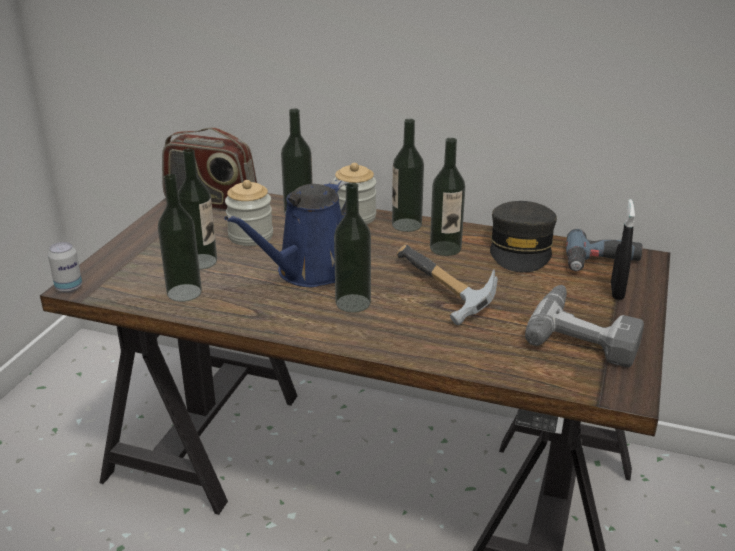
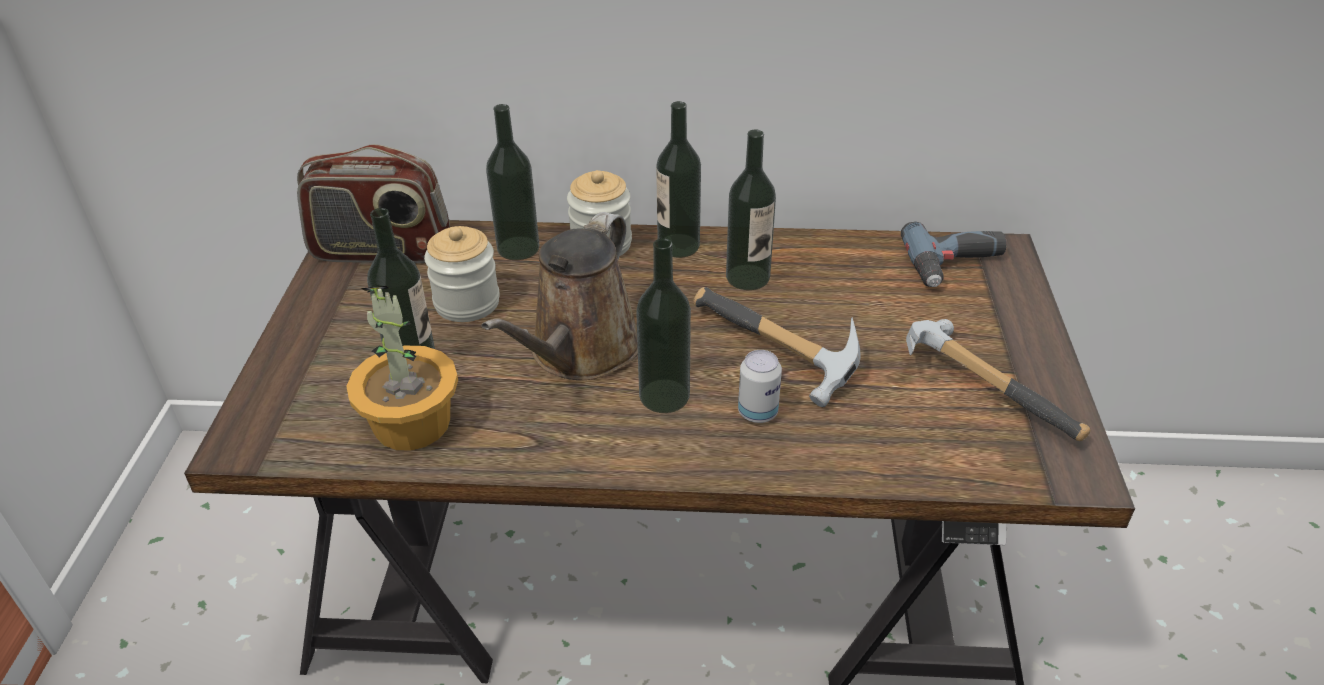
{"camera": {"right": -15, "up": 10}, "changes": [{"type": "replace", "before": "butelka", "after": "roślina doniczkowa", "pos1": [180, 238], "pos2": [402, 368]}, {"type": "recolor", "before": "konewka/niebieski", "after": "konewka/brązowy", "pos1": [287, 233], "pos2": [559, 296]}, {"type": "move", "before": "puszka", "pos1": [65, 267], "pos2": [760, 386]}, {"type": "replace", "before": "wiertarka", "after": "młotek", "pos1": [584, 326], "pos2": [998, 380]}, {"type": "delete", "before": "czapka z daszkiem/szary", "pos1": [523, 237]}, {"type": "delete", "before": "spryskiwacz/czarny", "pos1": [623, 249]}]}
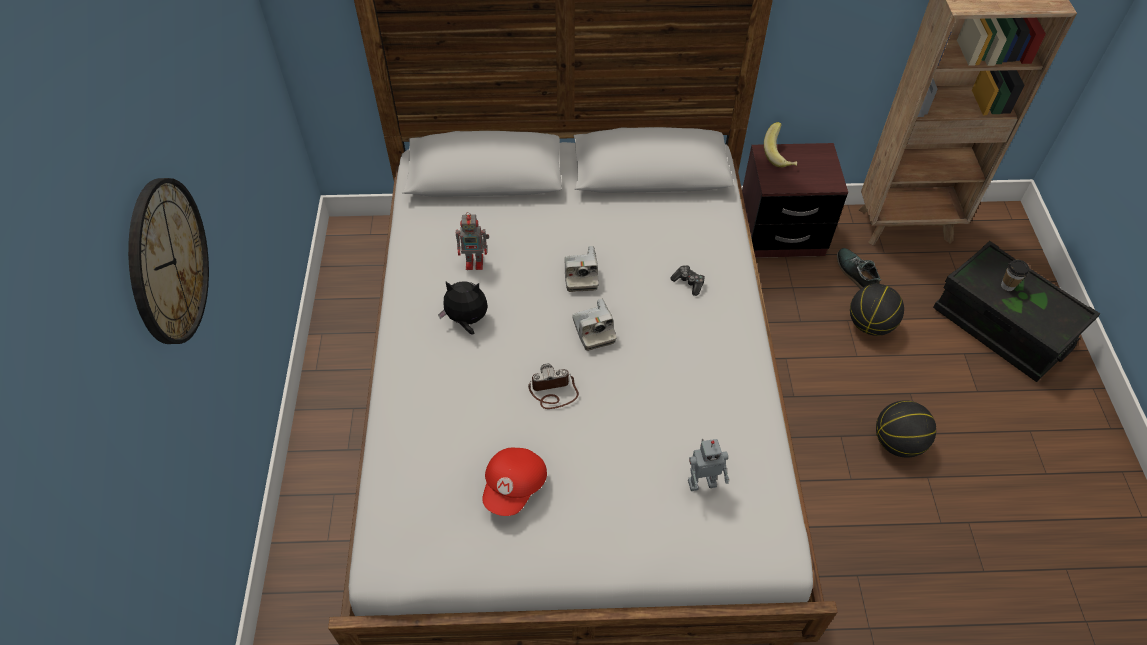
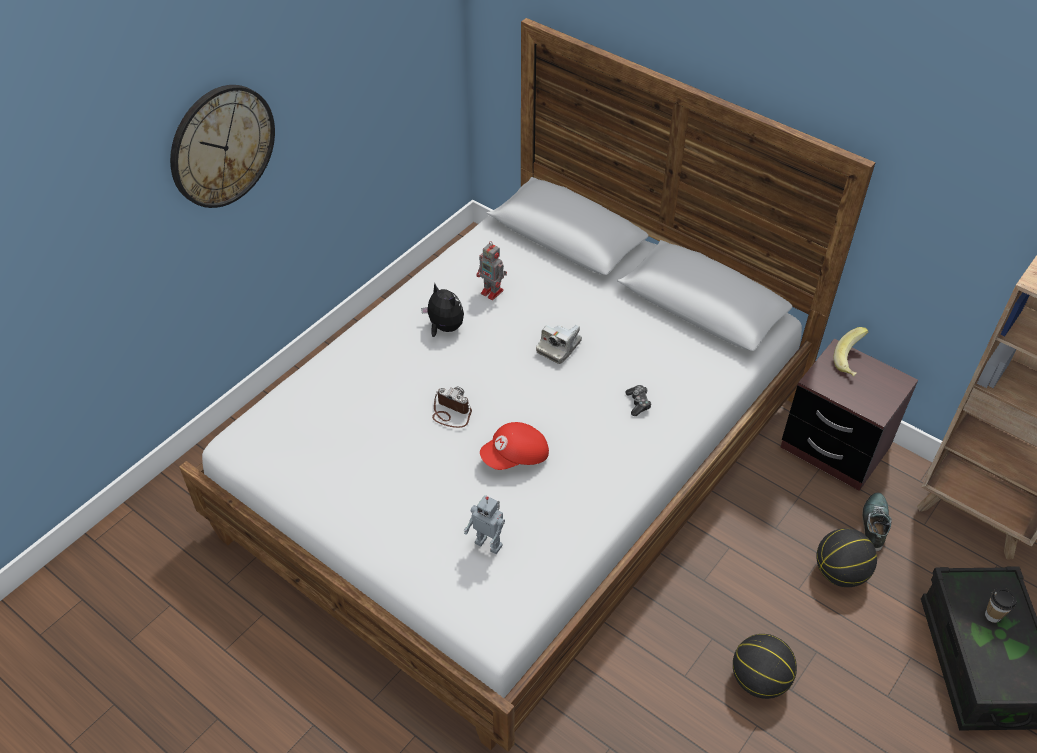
{"camera": {"right": 40, "up": -5}, "changes": [{"type": "move", "before": "czapka z daszkiem/czerwony", "pos1": [514, 482], "pos2": [514, 446]}, {"type": "delete", "before": "aparat fotograficzny", "pos1": [594, 325]}]}
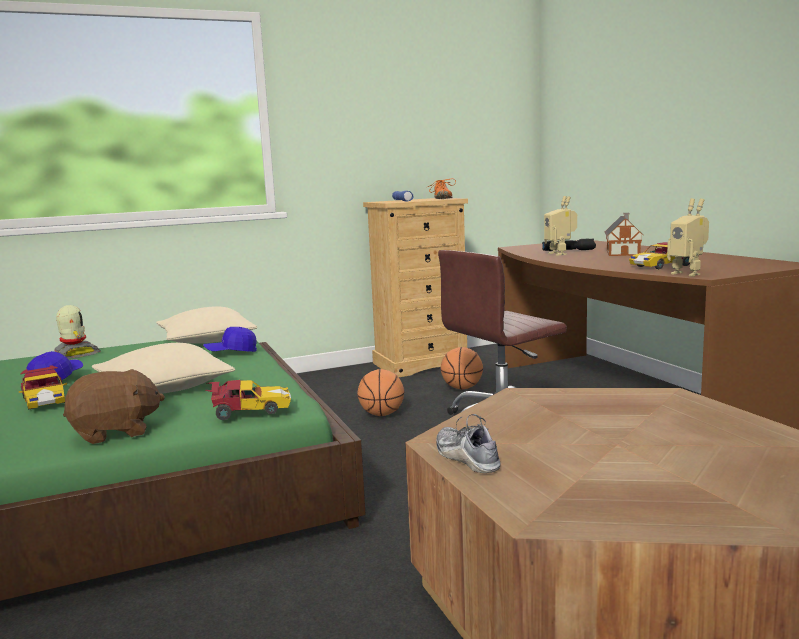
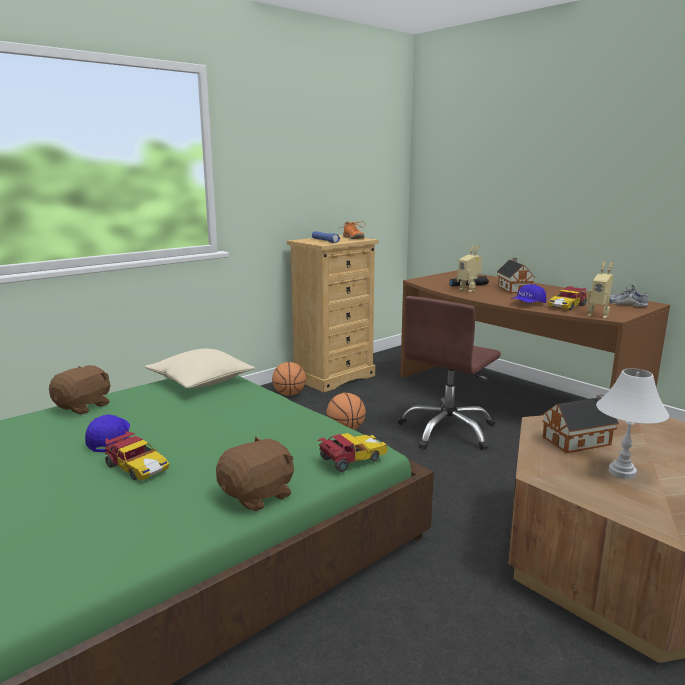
{"camera": {"right": -20, "up": 5}, "changes": [{"type": "replace", "before": "robot zabawkowy", "after": "pluszak/brązowy", "pos1": [77, 332], "pos2": [80, 389]}, {"type": "move", "before": "piłka do koszykówki", "pos1": [461, 368], "pos2": [289, 379]}, {"type": "move", "before": "czapka z daszkiem/niebieski", "pos1": [230, 339], "pos2": [528, 293]}, {"type": "insert", "after": "domek", "pos2": [580, 423]}, {"type": "insert", "after": "lampa stołowa/biały", "pos2": [632, 423]}, {"type": "move", "before": "but", "pos1": [468, 443], "pos2": [628, 295]}, {"type": "delete", "before": "poduszka/beżowy", "pos1": [163, 368]}]}
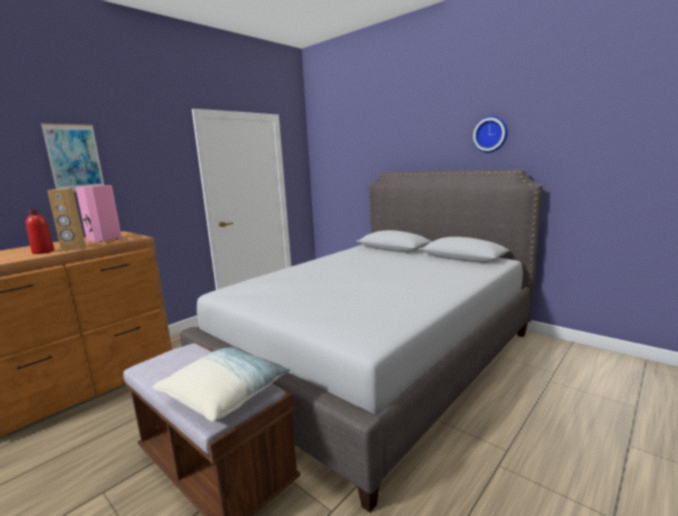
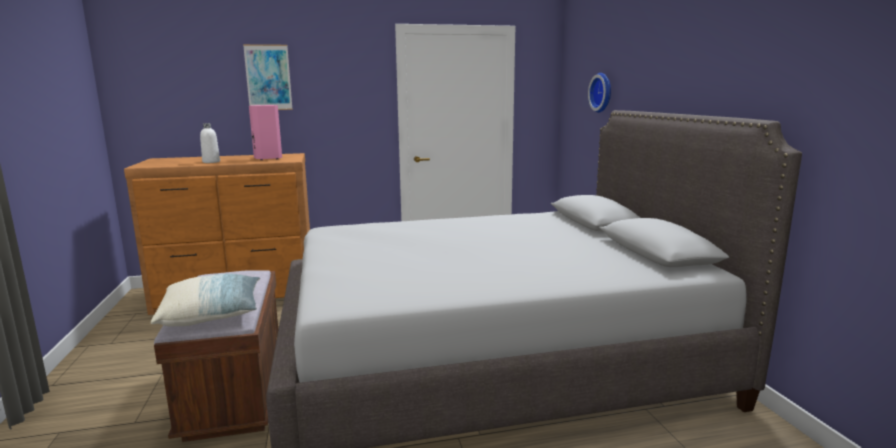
{"camera": {"right": 35, "up": 0}, "changes": [{"type": "recolor", "before": "butelka/czerwony", "after": "butelka/biały", "pos1": [40, 231], "pos2": [210, 143]}, {"type": "move", "before": "zegar ścienny", "pos1": [490, 134], "pos2": [599, 93]}, {"type": "delete", "before": "głośnik/brązowy", "pos1": [66, 219]}]}
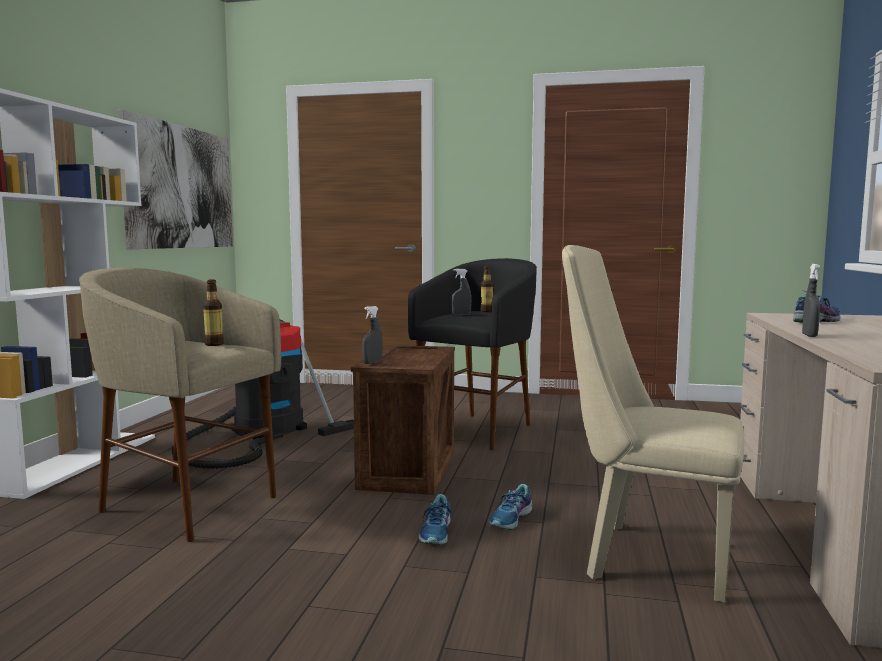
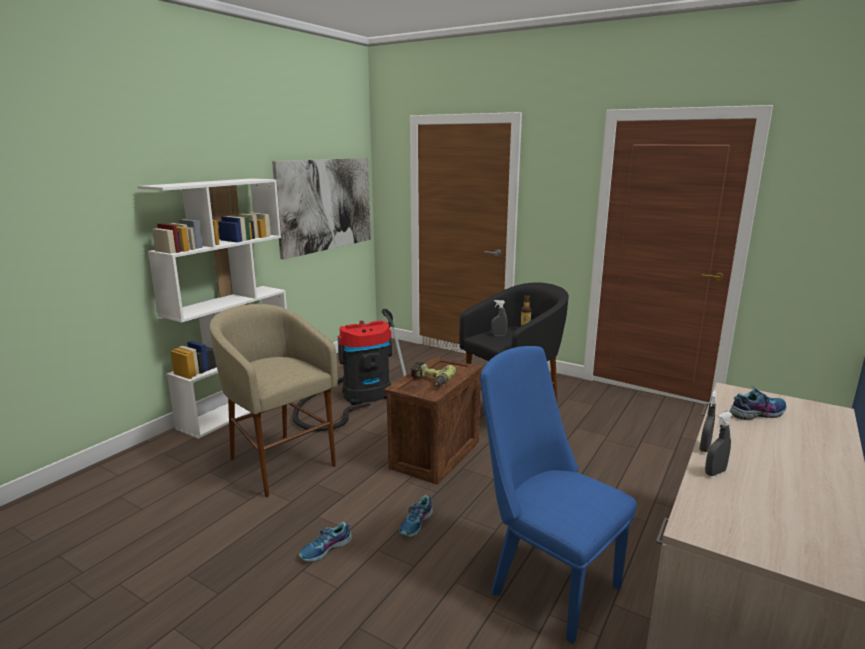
{"camera": {"right": 20, "up": 10}, "changes": [{"type": "move", "before": "but", "pos1": [510, 507], "pos2": [325, 542]}, {"type": "insert", "after": "wiertarka", "pos2": [433, 374]}, {"type": "recolor", "before": "krzesło/beżowy", "after": "krzesło/niebieski", "pos1": [653, 424], "pos2": [558, 495]}, {"type": "move", "before": "spryskiwacz/szary", "pos1": [372, 335], "pos2": [719, 444]}, {"type": "delete", "before": "butelka", "pos1": [213, 312]}]}
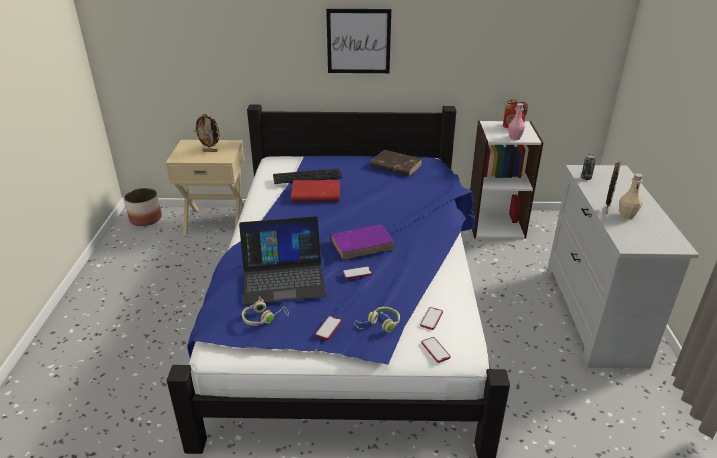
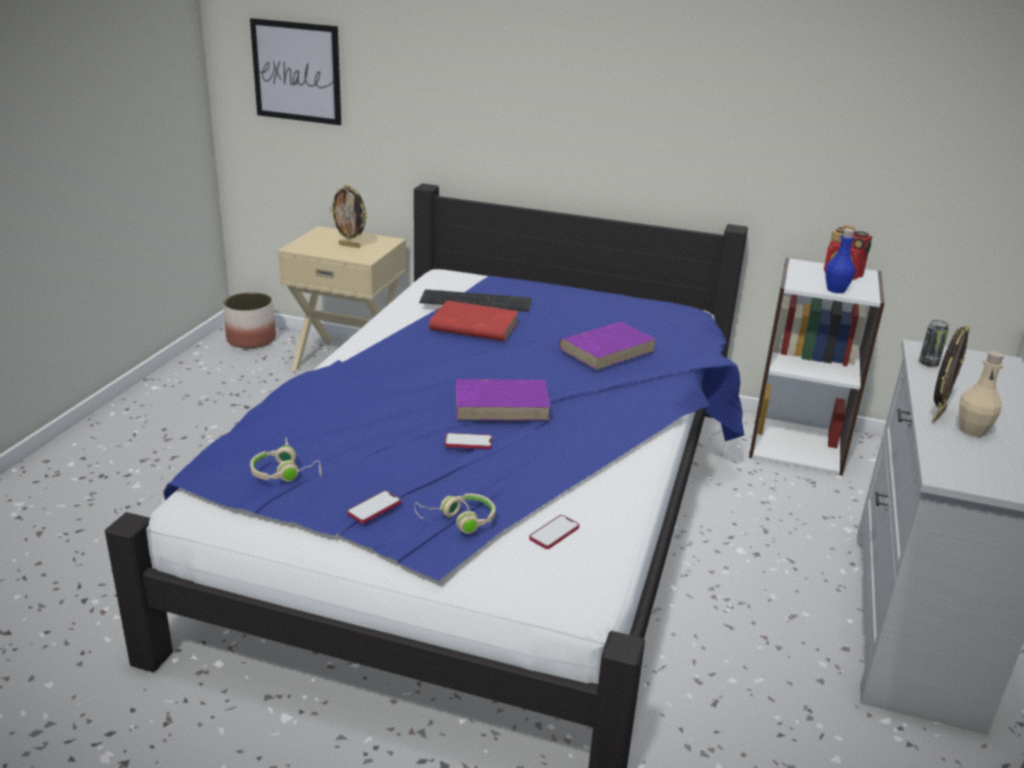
{"camera": {"right": 15, "up": -5}, "changes": [{"type": "move", "before": "obraz", "pos1": [358, 41], "pos2": [295, 71]}, {"type": "insert", "after": "książka/fioletowy", "pos2": [608, 346]}, {"type": "recolor", "before": "butelka/różowy", "after": "butelka/niebieski", "pos1": [516, 121], "pos2": [840, 261]}, {"type": "delete", "before": "laptop", "pos1": [283, 260]}, {"type": "delete", "before": "książka/brązowy", "pos1": [396, 163]}, {"type": "delete", "before": "telefon", "pos1": [436, 350]}]}
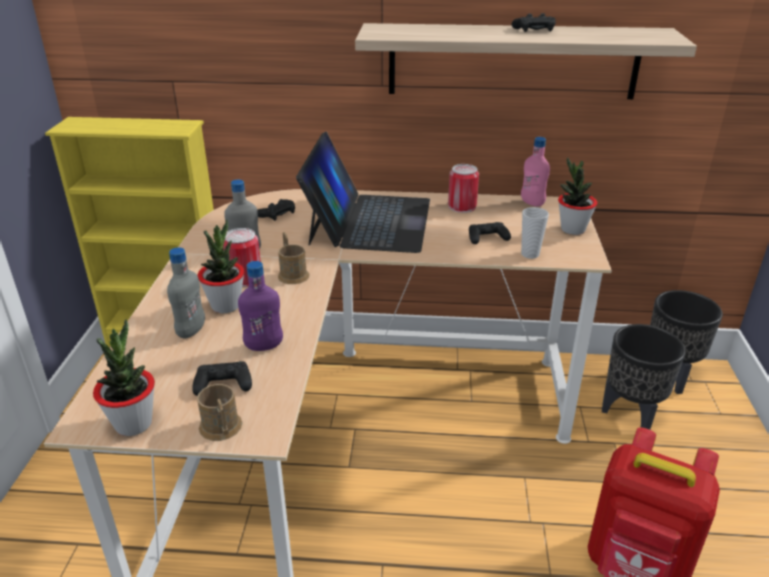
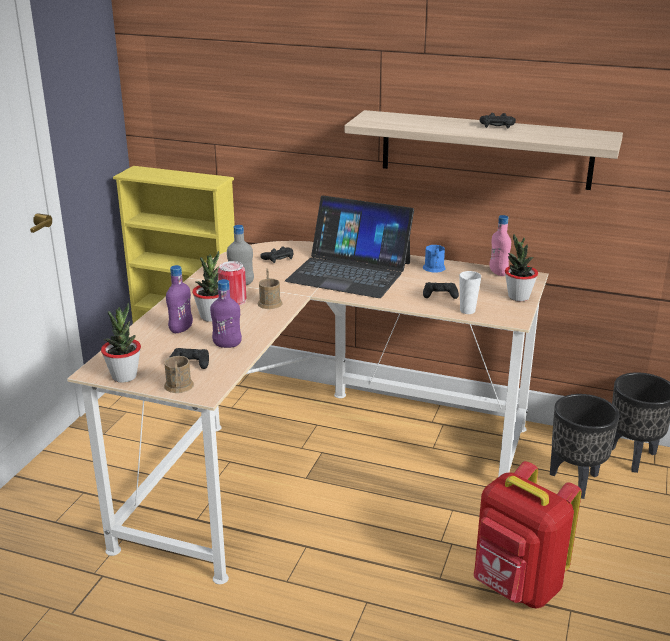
{"camera": {"right": 15, "up": -5}, "changes": [{"type": "recolor", "before": "butelka/szary", "after": "butelka/fioletowy", "pos1": [186, 292], "pos2": [179, 299]}, {"type": "rotate", "before": "laptop", "pos1": [363, 192], "pos2": [349, 247], "turn": 90}, {"type": "replace", "before": "puszka", "after": "kubek/niebieski", "pos1": [463, 188], "pos2": [434, 258]}]}
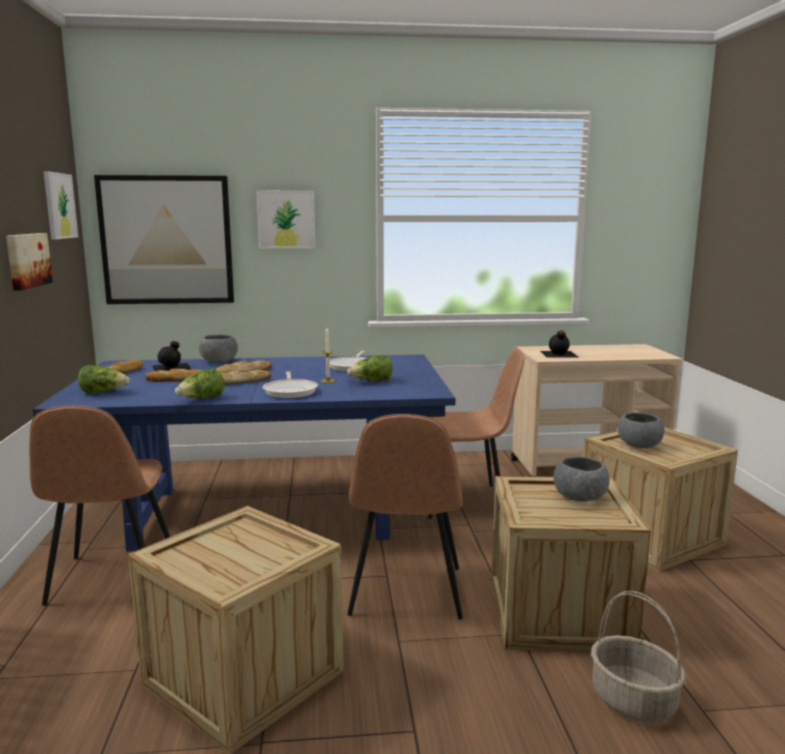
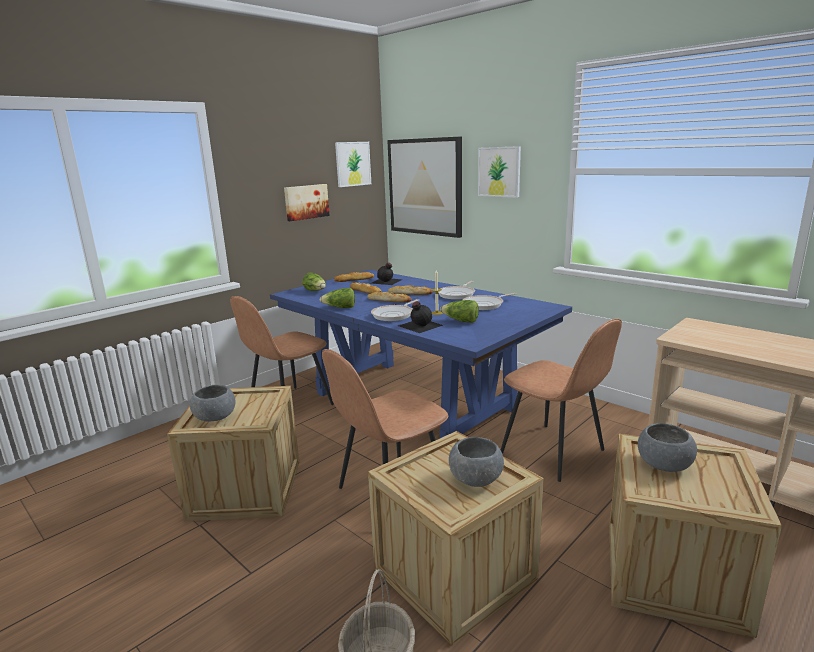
{"camera": {"right": 50, "up": 5}, "changes": [{"type": "move", "before": "miska/szary", "pos1": [218, 349], "pos2": [213, 403]}, {"type": "move", "before": "butelka/czarny", "pos1": [559, 343], "pos2": [420, 317]}, {"type": "insert", "after": "patelnia", "pos2": [456, 290]}]}
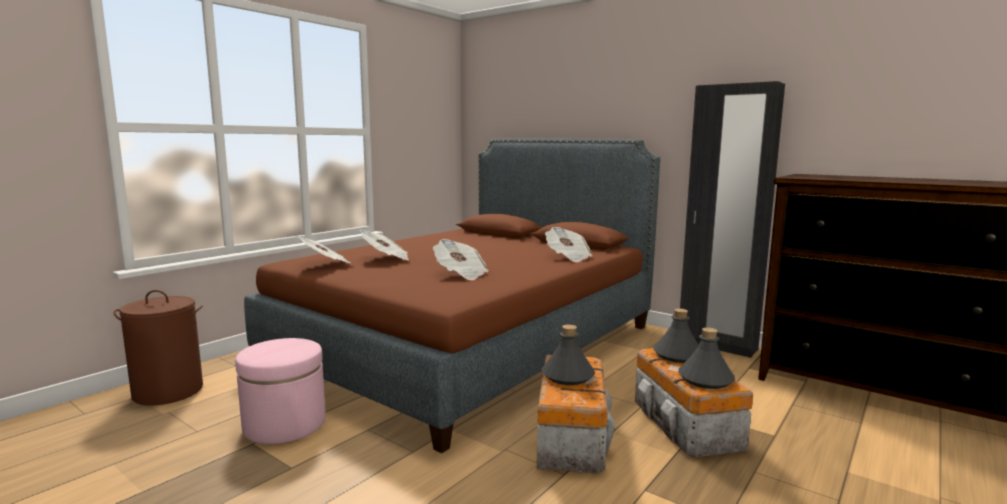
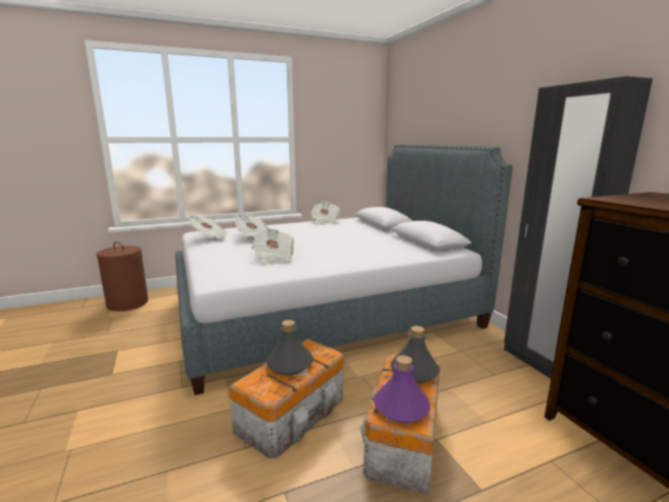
{"camera": {"right": 30, "up": 5}, "changes": [{"type": "recolor", "before": "łóżko/brązowy", "after": "łóżko/szary", "pos1": [452, 295], "pos2": [344, 269]}, {"type": "move", "before": "gazeta", "pos1": [568, 244], "pos2": [325, 213]}, {"type": "recolor", "before": "butelka/szary", "after": "butelka/fioletowy", "pos1": [706, 358], "pos2": [402, 389]}, {"type": "delete", "before": "pufa/różowy", "pos1": [280, 391]}]}
